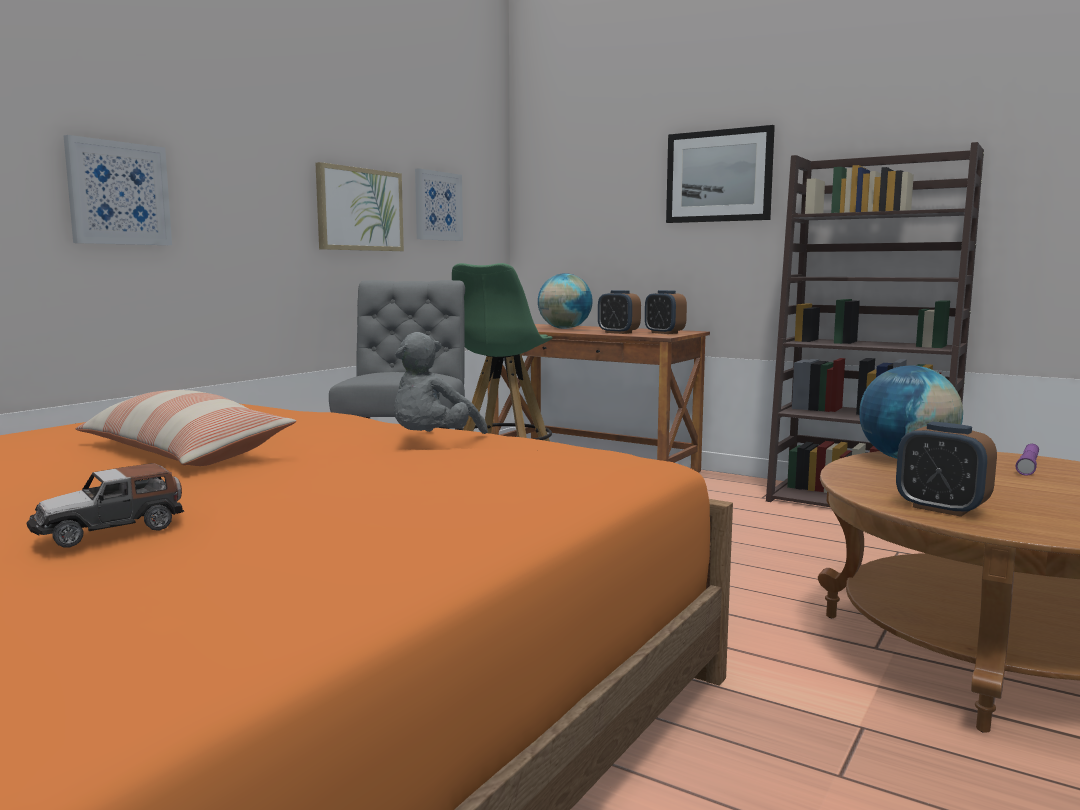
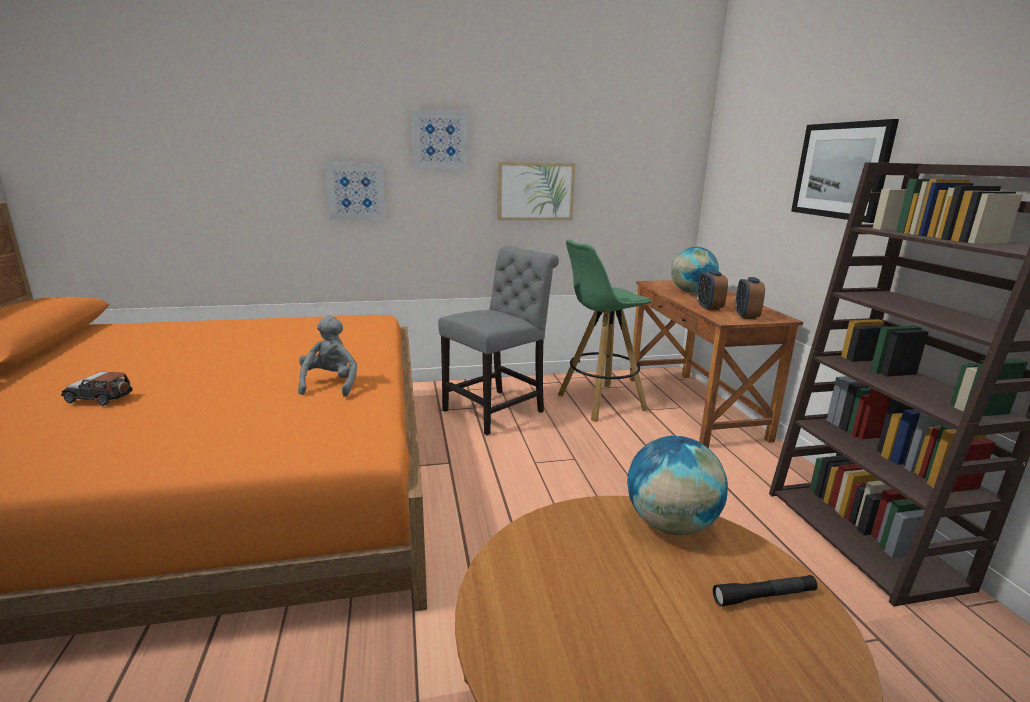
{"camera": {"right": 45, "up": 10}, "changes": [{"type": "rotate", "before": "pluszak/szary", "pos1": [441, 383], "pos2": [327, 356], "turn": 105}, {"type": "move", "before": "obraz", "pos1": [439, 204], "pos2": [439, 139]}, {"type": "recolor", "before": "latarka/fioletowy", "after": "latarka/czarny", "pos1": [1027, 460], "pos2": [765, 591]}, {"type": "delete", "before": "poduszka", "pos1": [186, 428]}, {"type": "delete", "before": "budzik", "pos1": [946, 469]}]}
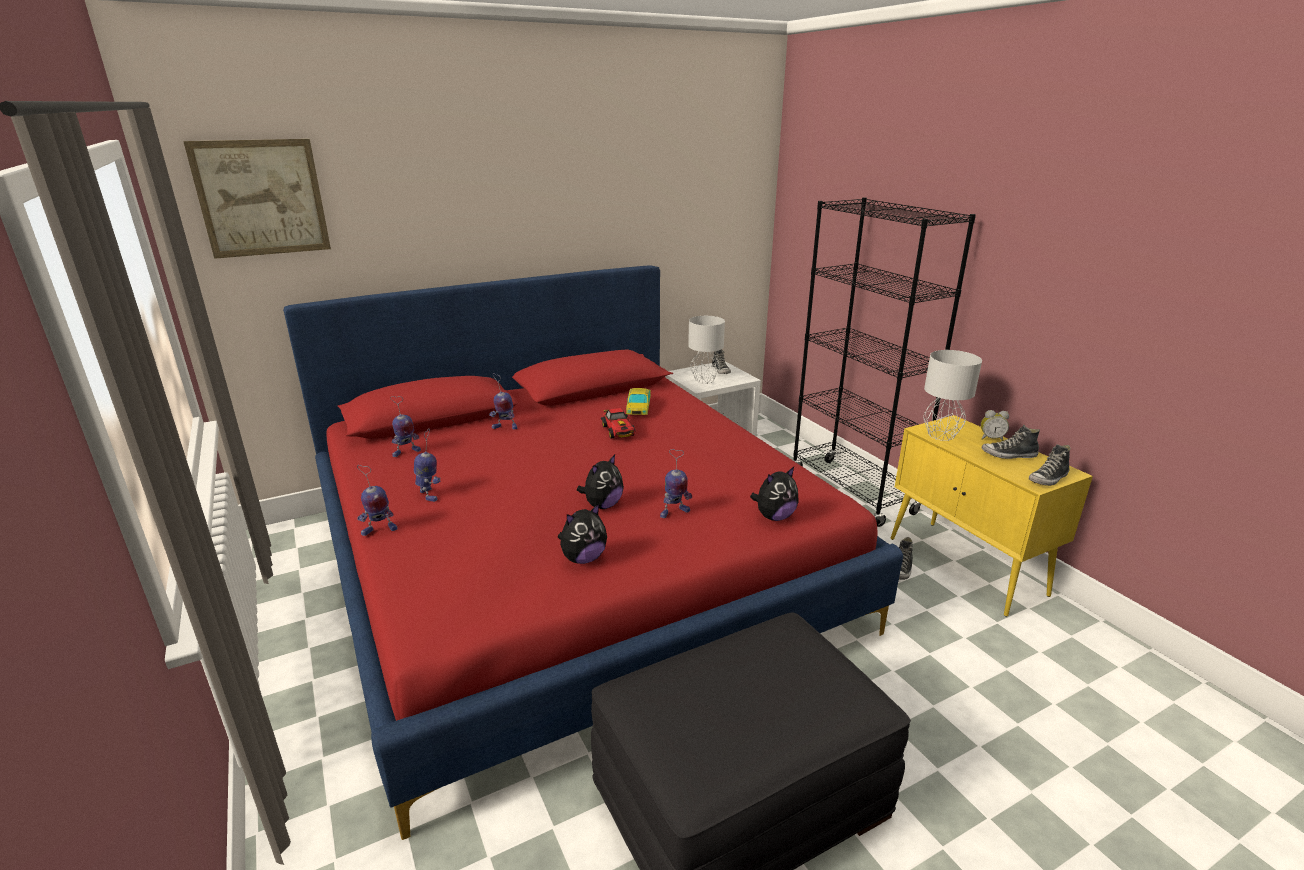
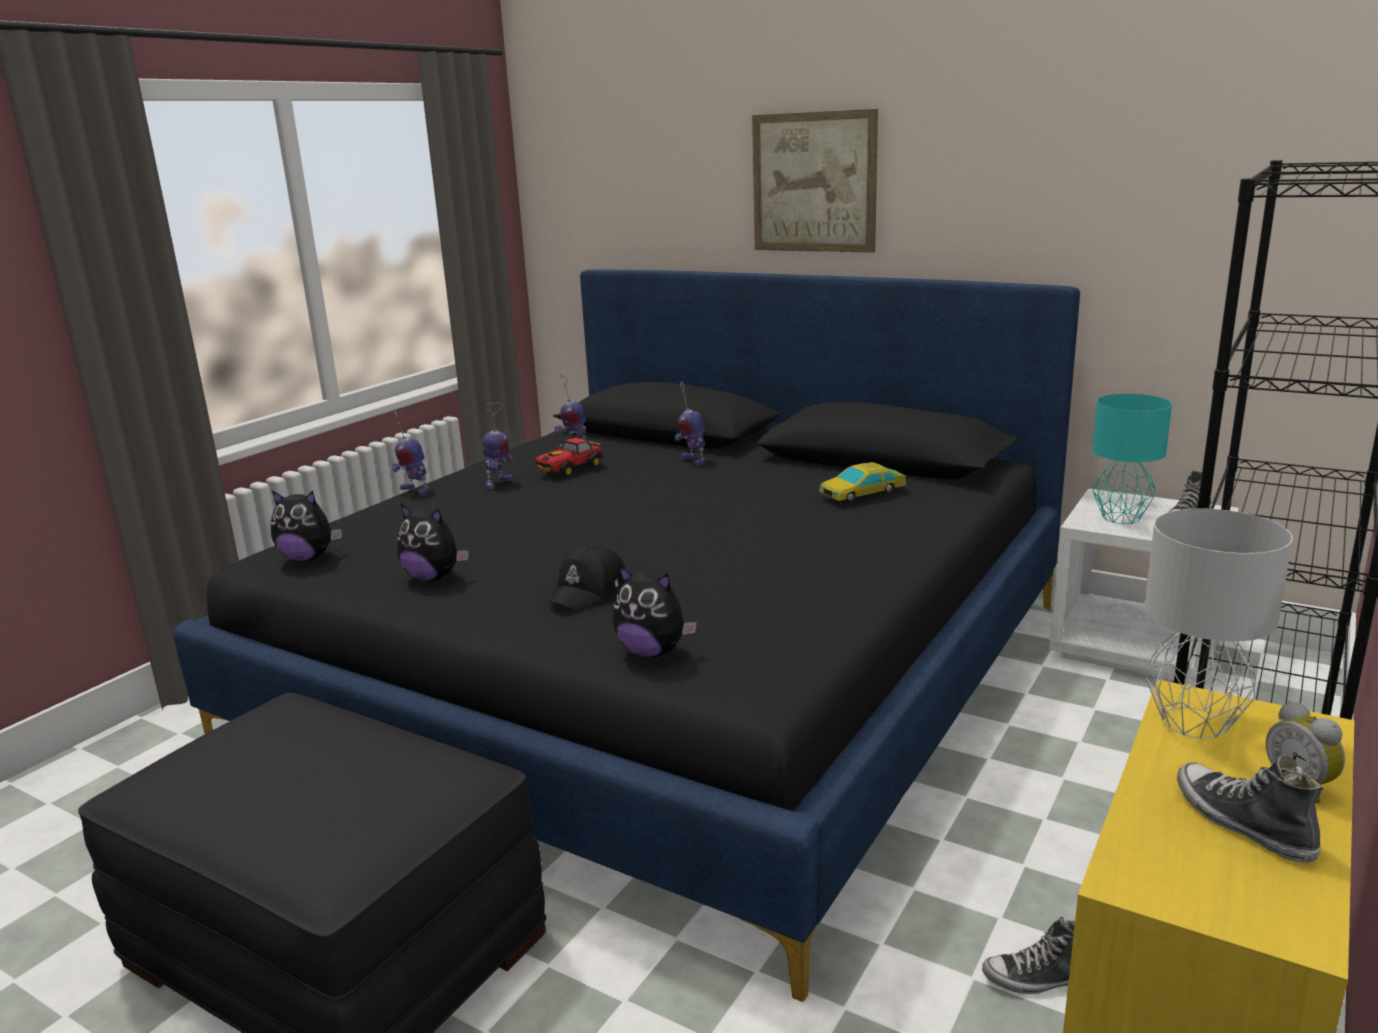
{"camera": {"right": 60, "up": -5}, "changes": [{"type": "recolor", "before": "łóżko/czerwony", "after": "łóżko/czarny", "pos1": [593, 552], "pos2": [626, 635]}, {"type": "move", "before": "pluszak", "pos1": [600, 482], "pos2": [306, 526]}, {"type": "move", "before": "samochodzik", "pos1": [618, 423], "pos2": [569, 457]}, {"type": "replace", "before": "robot zabawkowy", "after": "czapka z daszkiem/czarny", "pos1": [676, 483], "pos2": [586, 578]}, {"type": "move", "before": "obraz", "pos1": [257, 199], "pos2": [815, 181]}, {"type": "recolor", "before": "lampa stołowa/szary", "after": "lampa stołowa/turkusowy", "pos1": [706, 350], "pos2": [1132, 459]}, {"type": "delete", "before": "but", "pos1": [1050, 465]}]}
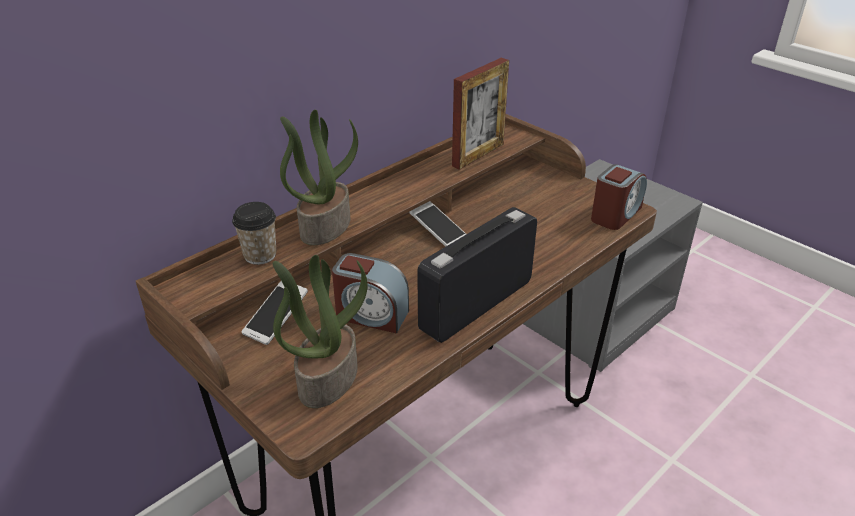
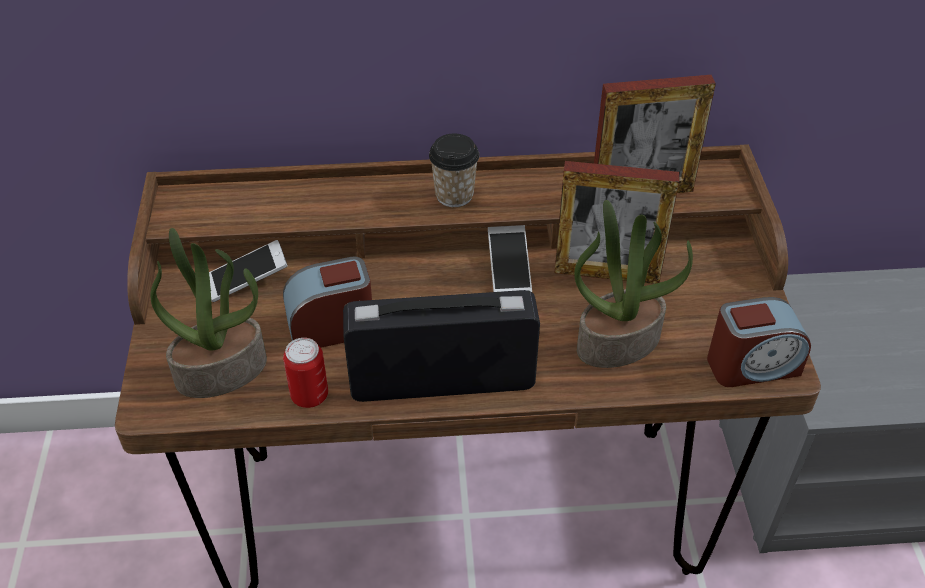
{"camera": {"right": 40, "up": 10}, "changes": [{"type": "rotate", "before": "budzik", "pos1": [370, 293], "pos2": [327, 302], "turn": 105}, {"type": "insert", "after": "puszka", "pos2": [305, 373]}, {"type": "move", "before": "filiżanka", "pos1": [254, 233], "pos2": [454, 170]}, {"type": "insert", "after": "ramka na zdjęcie", "pos2": [617, 222]}, {"type": "move", "before": "roślina doniczkowa", "pos1": [319, 177], "pos2": [633, 284]}]}
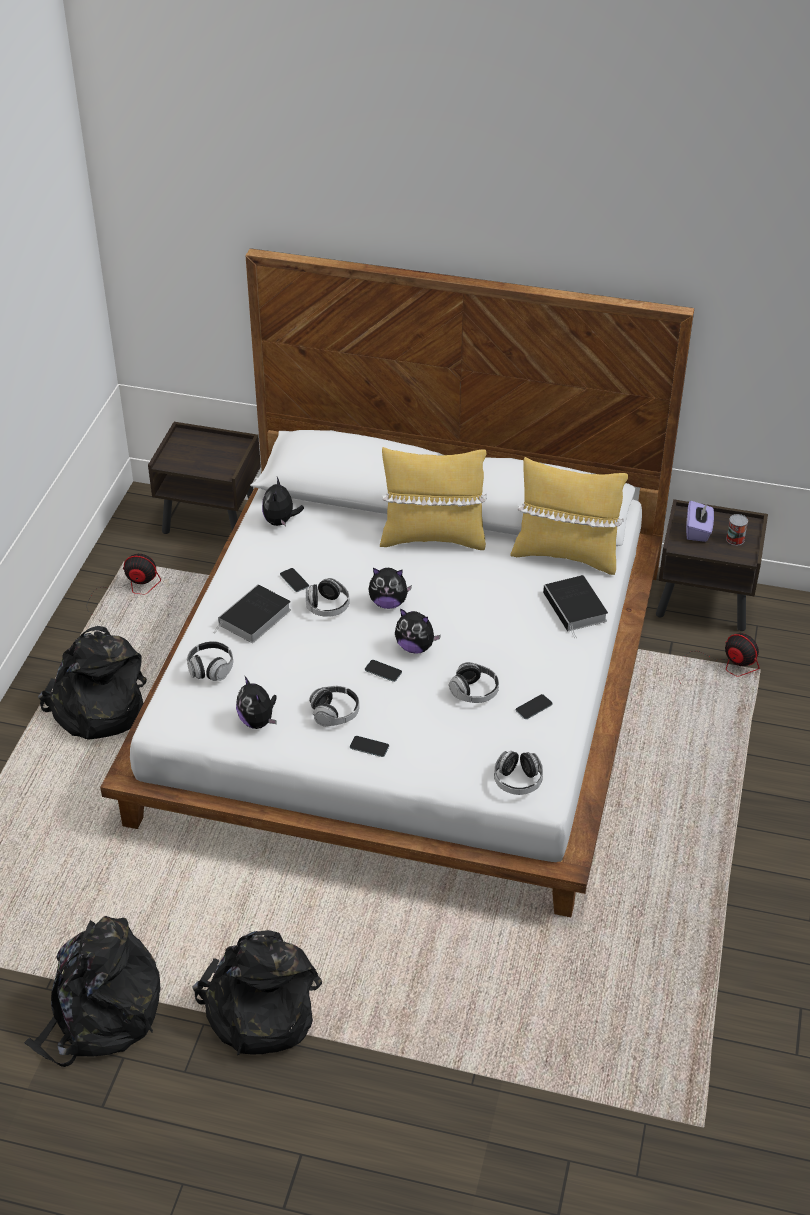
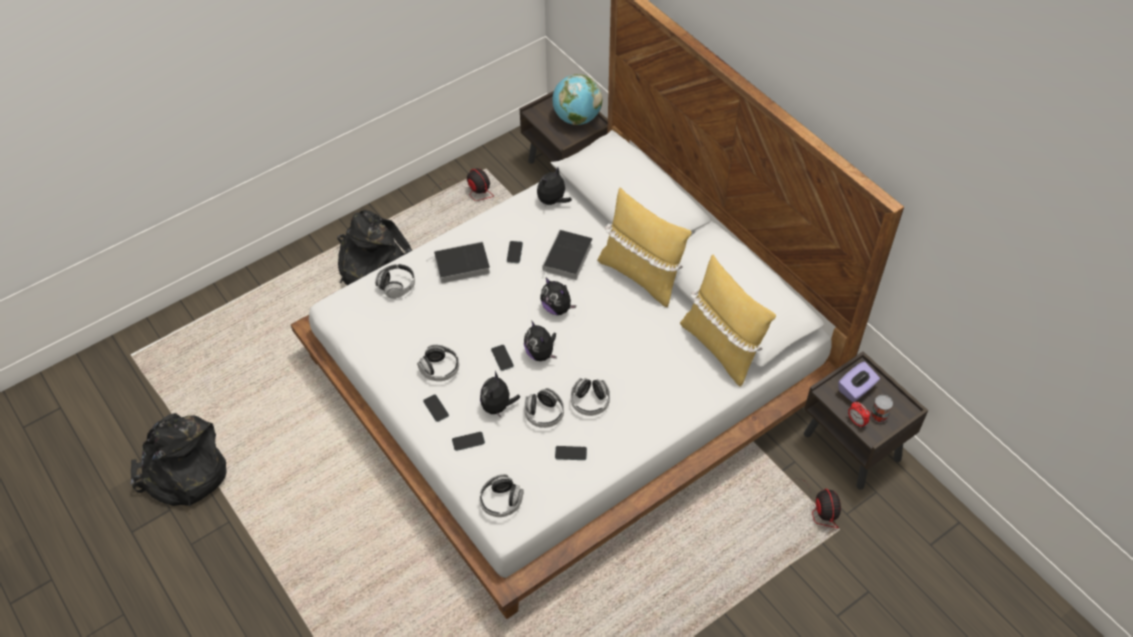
{"camera": {"right": 40, "up": 10}, "changes": [{"type": "insert", "after": "telefon", "pos2": [468, 441]}, {"type": "move", "before": "pluszak", "pos1": [256, 702], "pos2": [500, 394]}, {"type": "move", "before": "książka", "pos1": [575, 606], "pos2": [567, 255]}, {"type": "insert", "after": "globus", "pos2": [577, 99]}, {"type": "move", "before": "słuchawki", "pos1": [328, 597], "pos2": [590, 397]}, {"type": "insert", "after": "budzik", "pos2": [859, 415]}, {"type": "delete", "before": "plecak/czarny", "pos1": [257, 992]}]}
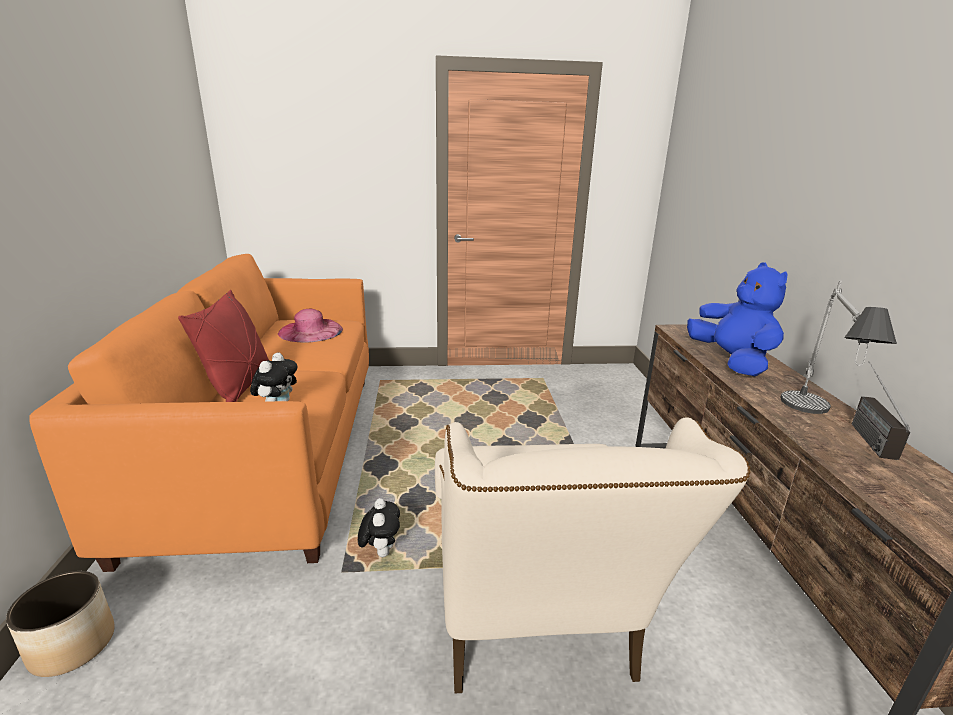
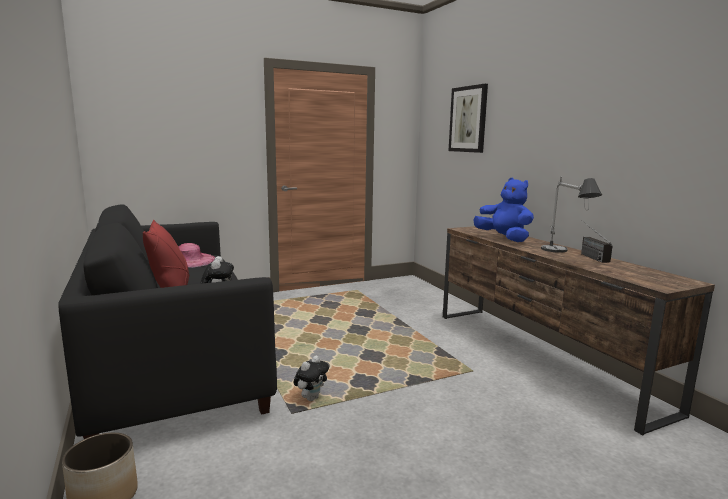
{"camera": {"right": -20, "up": -10}, "changes": [{"type": "recolor", "before": "kanapa/pomarańczowy", "after": "kanapa/czarny", "pos1": [199, 413], "pos2": [167, 321]}, {"type": "rotate", "before": "pluszak", "pos1": [379, 527], "pos2": [311, 378], "turn": 60}, {"type": "insert", "after": "obraz", "pos2": [468, 118]}, {"type": "delete", "before": "fotel/beżowy", "pos1": [593, 555]}]}
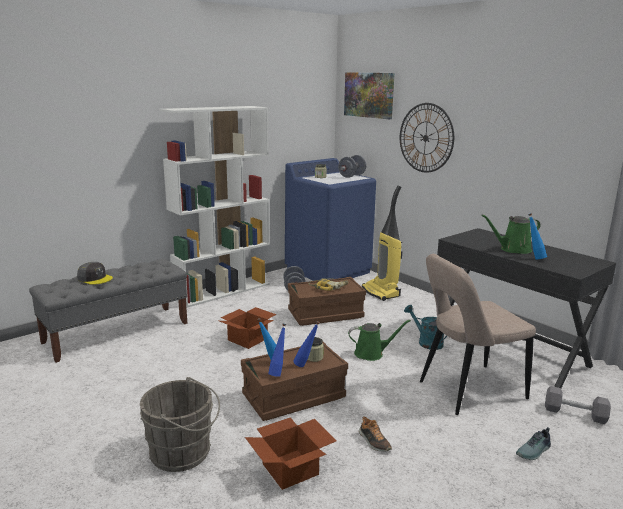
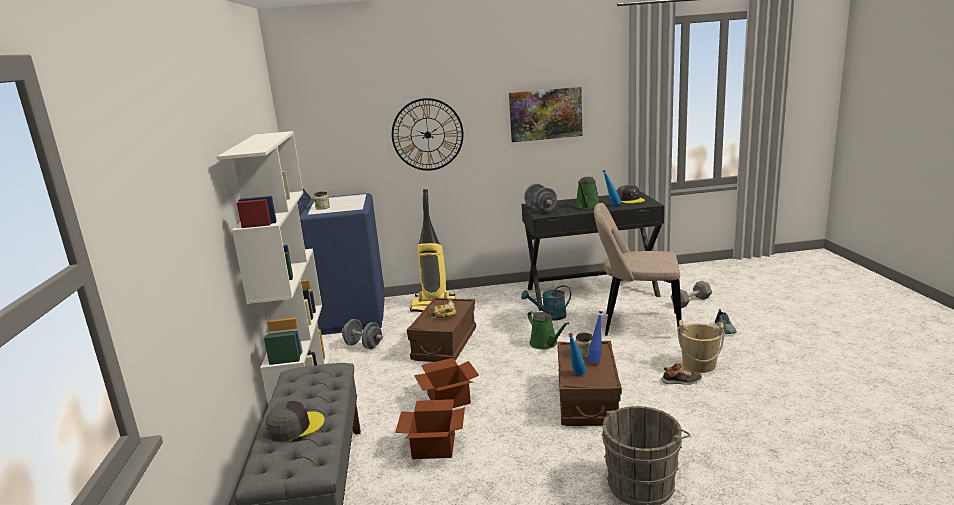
{"camera": {"right": -55, "up": 0}, "changes": [{"type": "move", "before": "karton", "pos1": [290, 453], "pos2": [430, 429]}, {"type": "move", "before": "obraz", "pos1": [369, 95], "pos2": [546, 114]}, {"type": "move", "before": "hantel/szary", "pos1": [352, 166], "pos2": [540, 198]}, {"type": "rotate", "before": "konewka/zielony", "pos1": [379, 340], "pos2": [548, 329], "turn": 120}, {"type": "rotate", "before": "krzesło/beżowy", "pos1": [478, 334], "pos2": [638, 269], "turn": 90}, {"type": "insert", "after": "czapka z daszkiem/szary", "pos2": [631, 194]}, {"type": "insert", "after": "wiadro/beżowy", "pos2": [700, 346]}, {"type": "delete", "before": "butelka/niebieski", "pos1": [277, 350]}]}
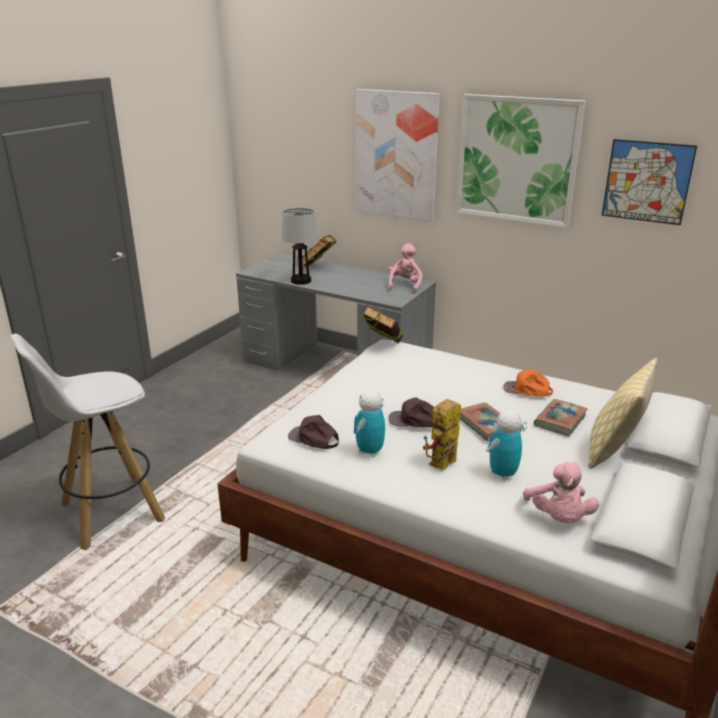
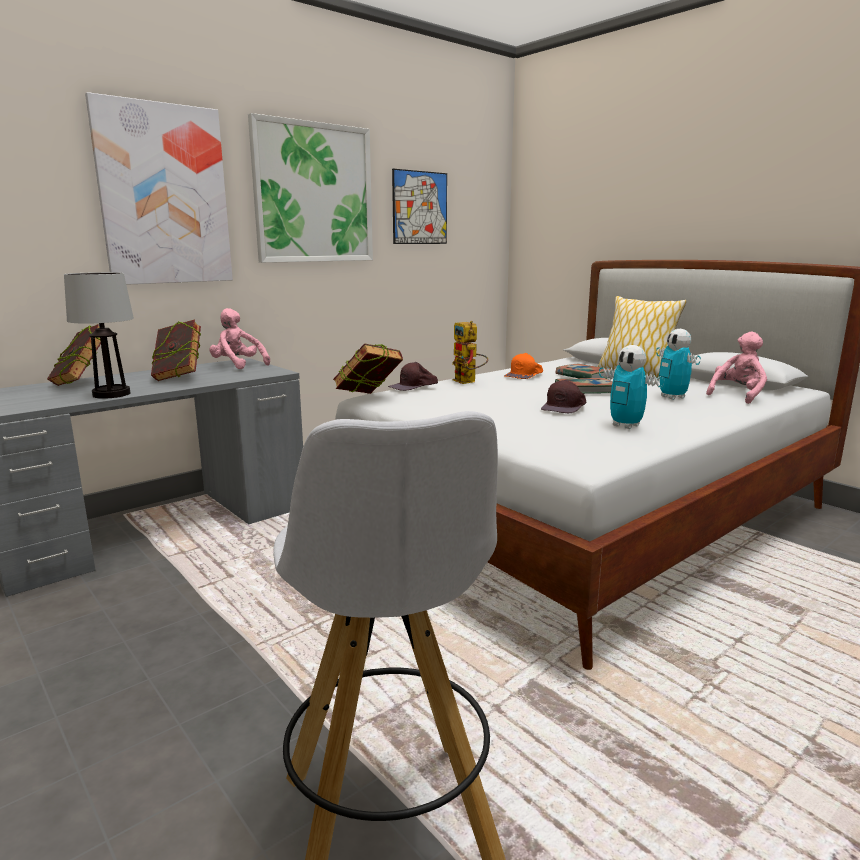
{"camera": {"right": -70, "up": -10}, "changes": [{"type": "insert", "after": "książka", "pos2": [176, 350]}, {"type": "move", "before": "czapka z daszkiem/brązowy", "pos1": [313, 432], "pos2": [413, 376]}, {"type": "move", "before": "robot zabawkowy", "pos1": [442, 434], "pos2": [470, 352]}, {"type": "rotate", "before": "pluszak/różowy", "pos1": [561, 492], "pos2": [736, 368], "turn": -60}]}
